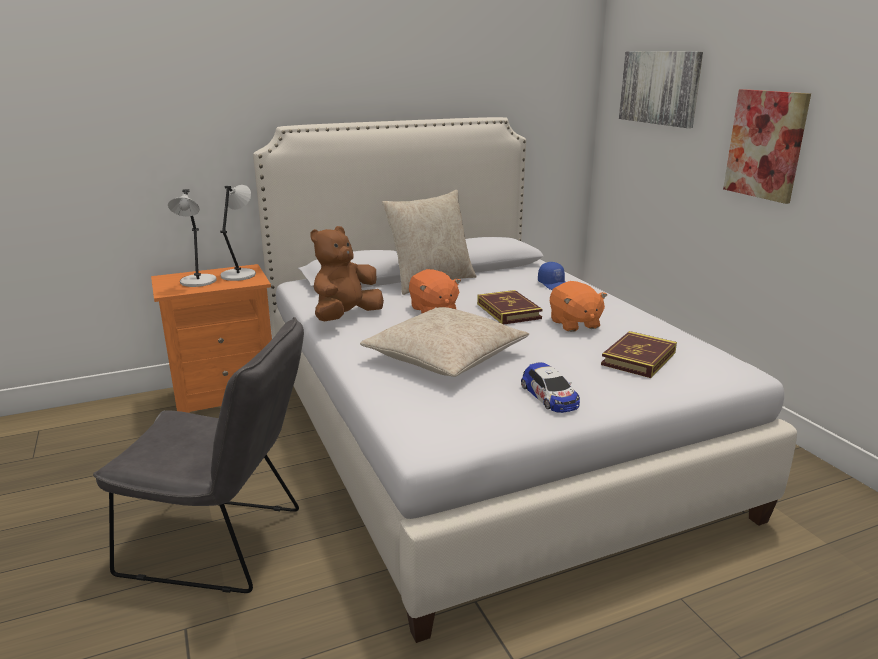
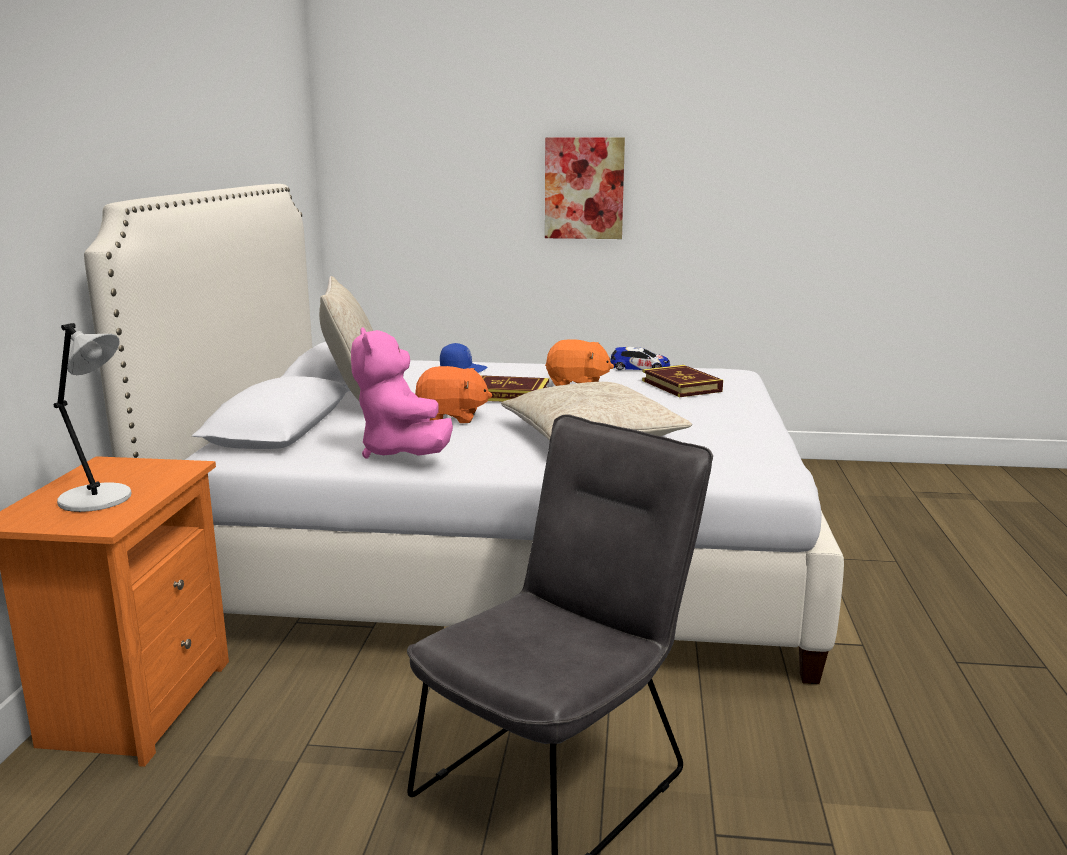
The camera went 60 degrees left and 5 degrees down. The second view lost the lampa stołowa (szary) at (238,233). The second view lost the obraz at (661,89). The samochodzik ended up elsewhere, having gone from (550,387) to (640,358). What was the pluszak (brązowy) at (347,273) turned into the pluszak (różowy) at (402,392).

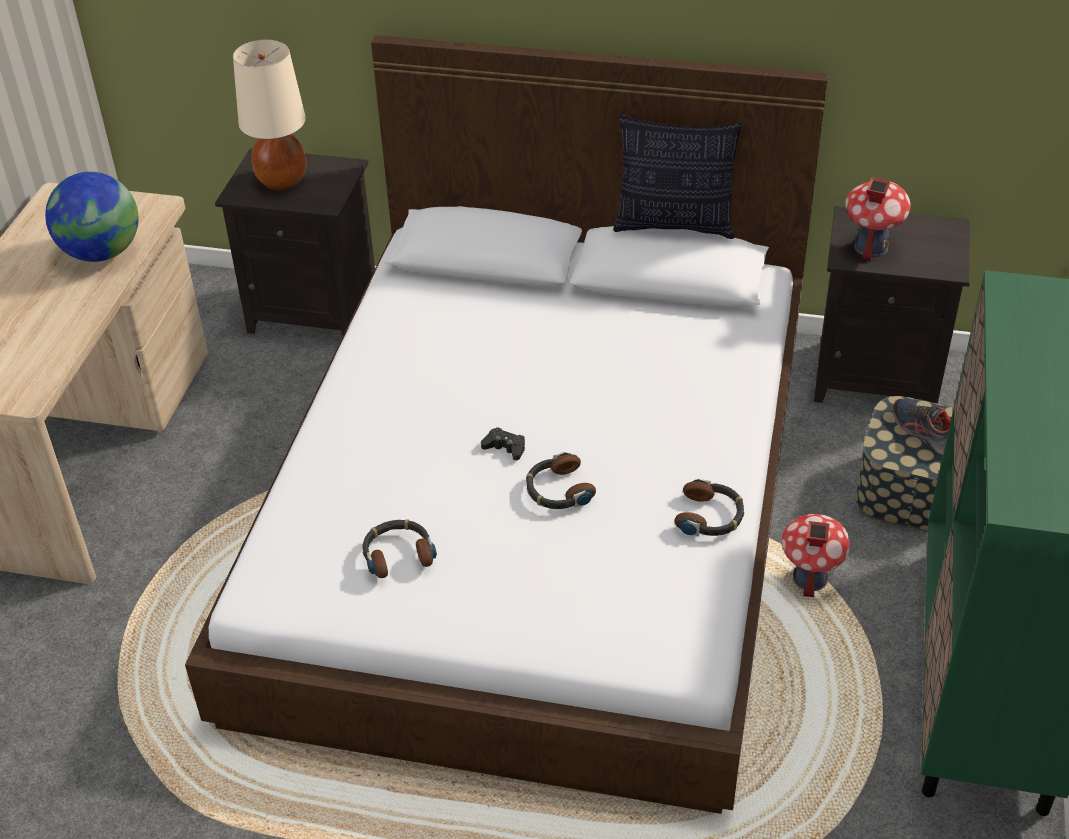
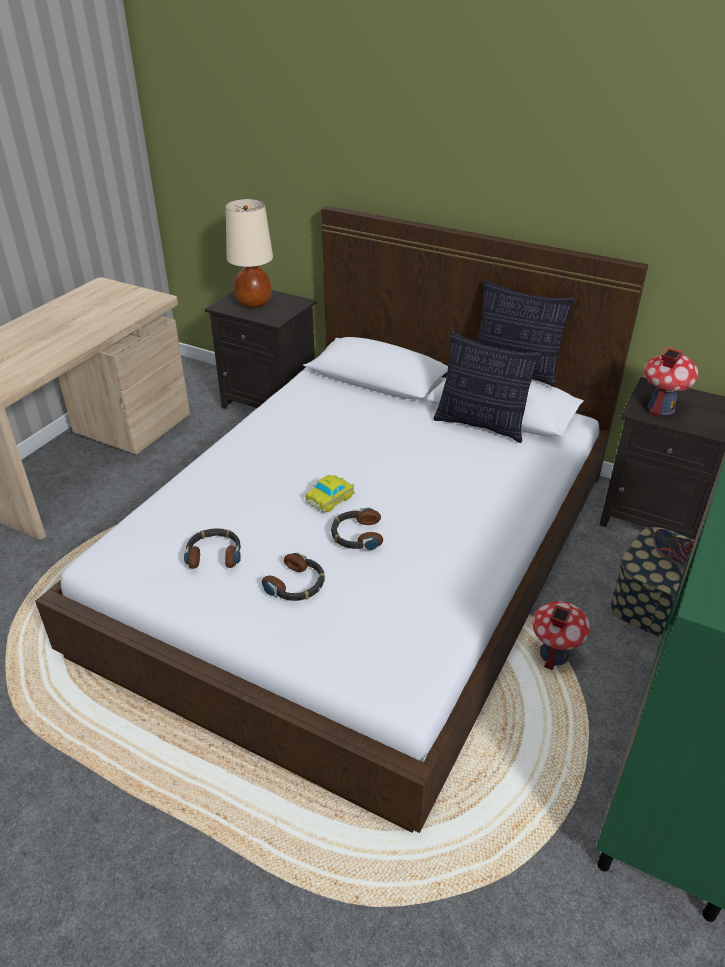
The camera went 15 degrees right and 5 degrees down. The second view lost the globus at (92,217). The second view gained the poduszka at (487,387). The słuchawki ended up elsewhere, having gone from (709,507) to (293,576). Where the pad do gier (czarny) stood at (503,443), the samochodzik came to stand at (330,494).

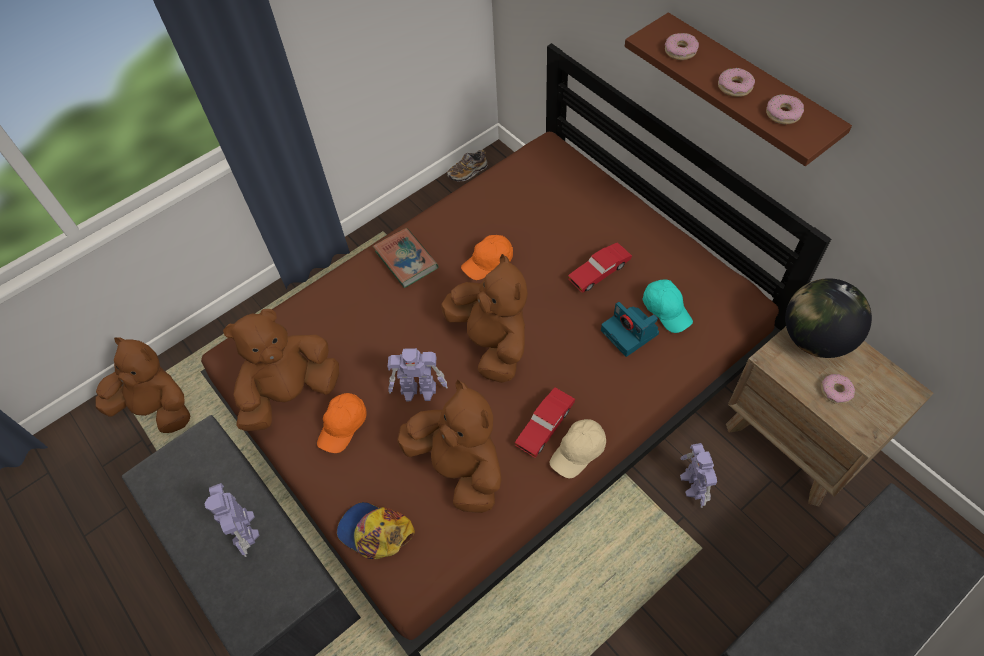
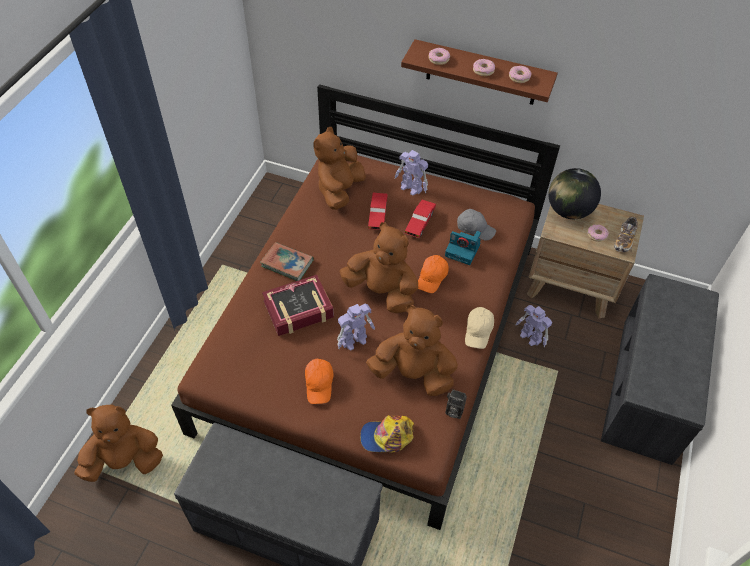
The camera went 35 degrees left and 5 degrees down. The second view gained the książka at (298,305). The second view gained the aparat fotograficzny at (456,404). The robot zabawkowy ended up elsewhere, having gone from (232,520) to (411,172). The pluszak (brązowy) ended up elsewhere, having gone from (281,370) to (340,168). The but ended up elsewhere, having gone from (467,166) to (626,234). The czapka z daszkiem (pomarańczowy) ended up elsewhere, having gone from (487,257) to (433,274). The samochodzik (czerwony) ended up elsewhere, having gone from (545,422) to (378,211). What was the czapka z daszkiem (turkusowy) at (667,306) turned into the czapka z daszkiem (szary) at (476,224).

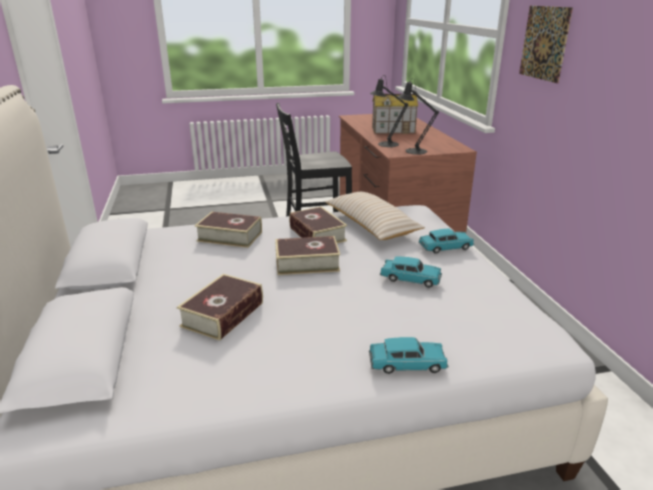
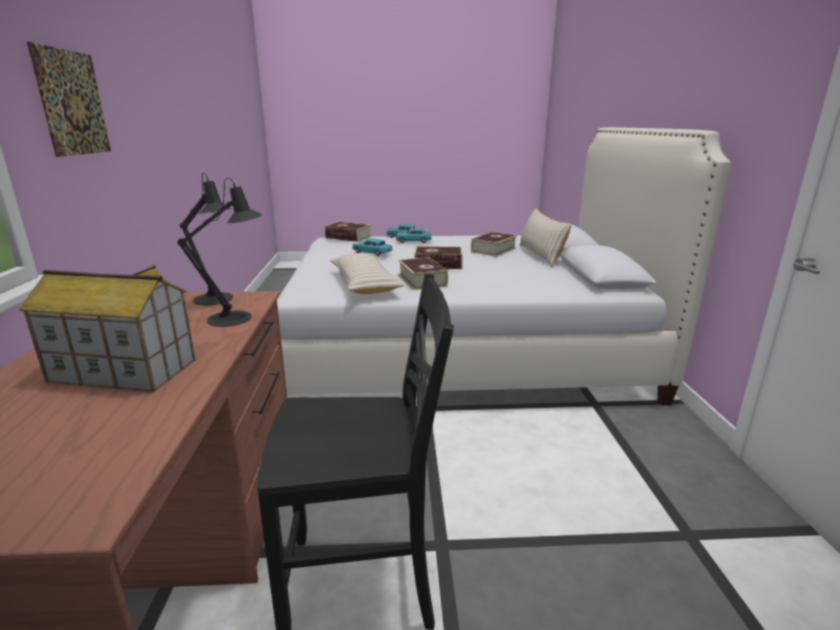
The camera went 170 degrees left and 5 degrees down. The second view gained the poduszka (beżowy) at (545,238). The książka ended up elsewhere, having gone from (228,230) to (348,232). The samochodzik (turkusowy) ended up elsewhere, having gone from (446,241) to (414,235).

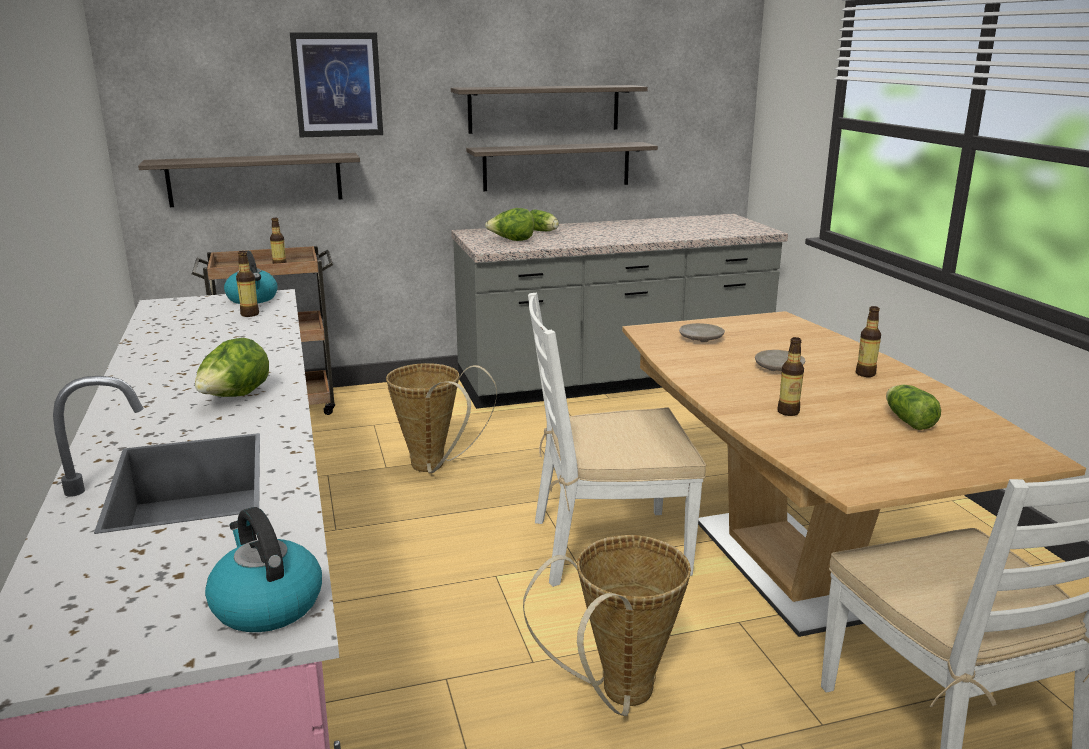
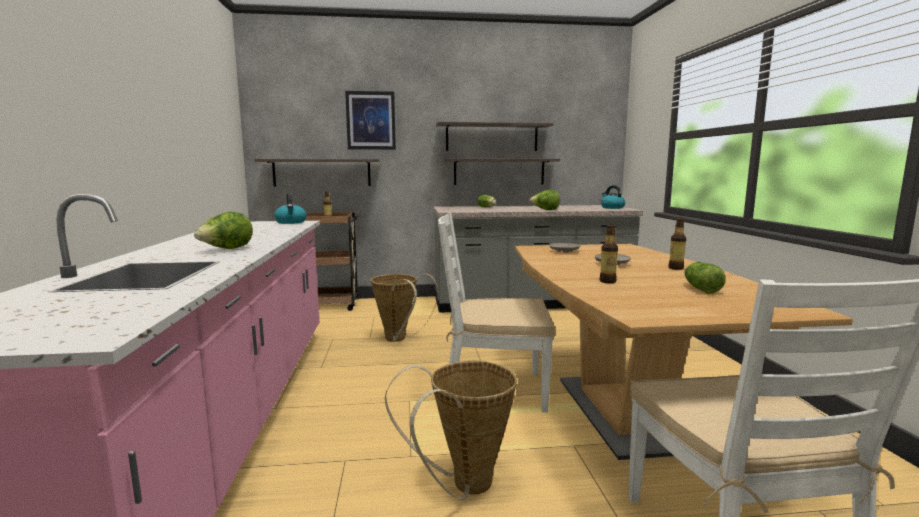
The camera went 10 degrees right and 10 degrees down. The second view lost the butelka at (247,284). The czajnik ended up elsewhere, having gone from (263,569) to (613,197). The sałata ended up elsewhere, having gone from (509,224) to (544,200).

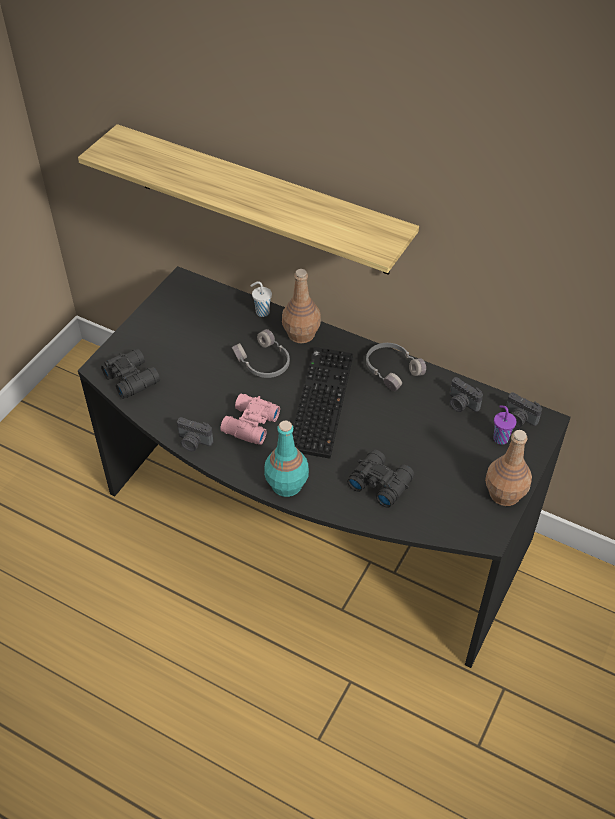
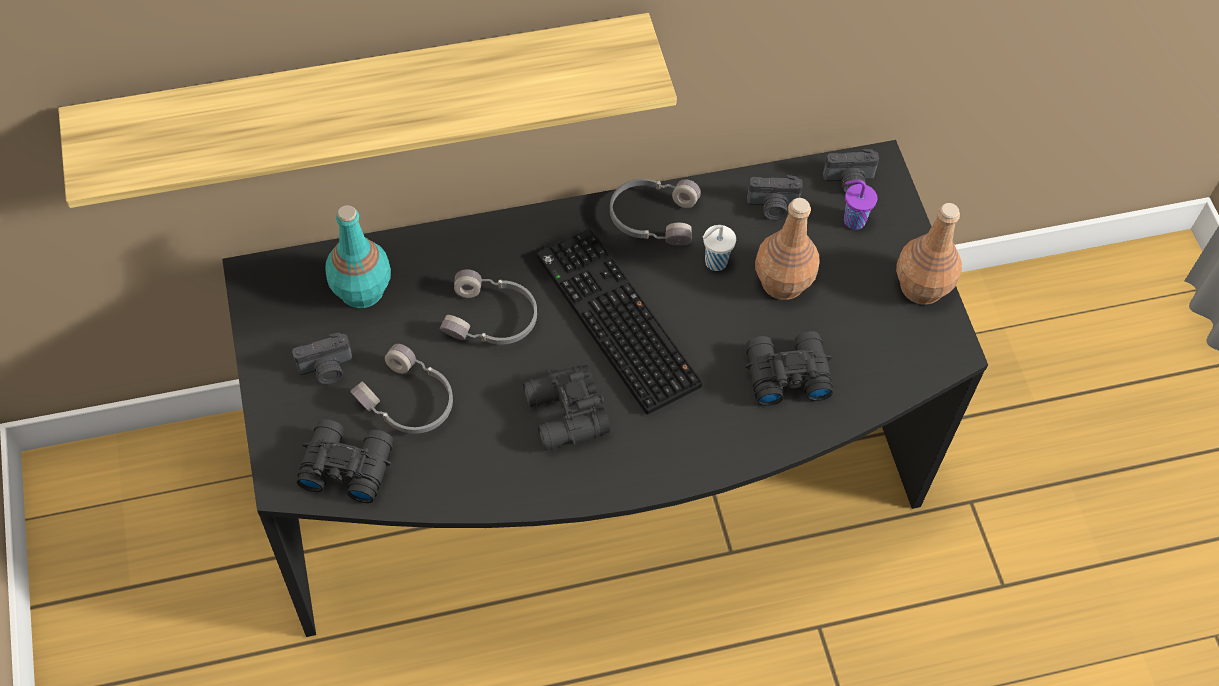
The camera went 45 degrees left and 10 degrees up. The second view gained the słuchawki (szary) at (401,389). The aparat fotograficzny ended up elsewhere, having gone from (195,434) to (322,359). The filiżanka (biały) ended up elsewhere, having gone from (261,299) to (719,248). The butelka (turkusowy) ended up elsewhere, having gone from (286,458) to (358,256). The butelka (brązowy) ended up elsewhere, having gone from (301,306) to (787,249). What was the lornetka (różowy) at (250,419) turned into the lornetka (czarny) at (566,408).

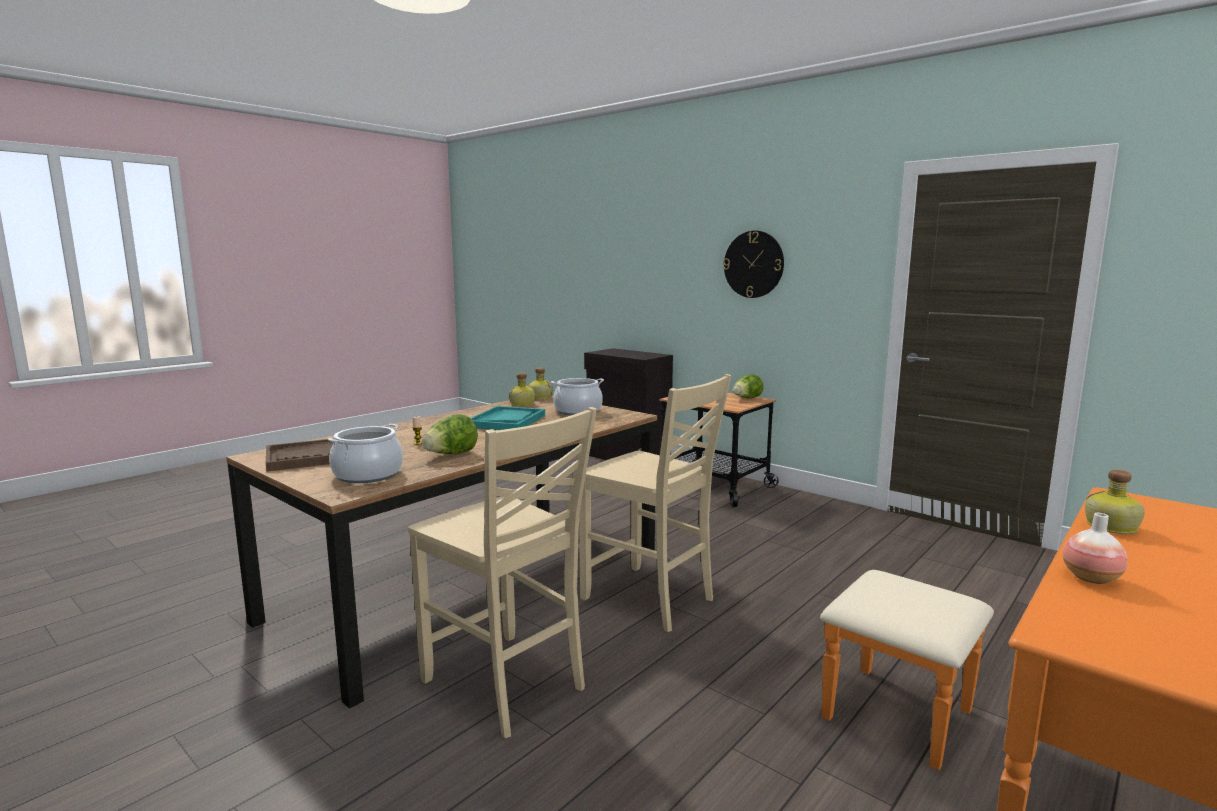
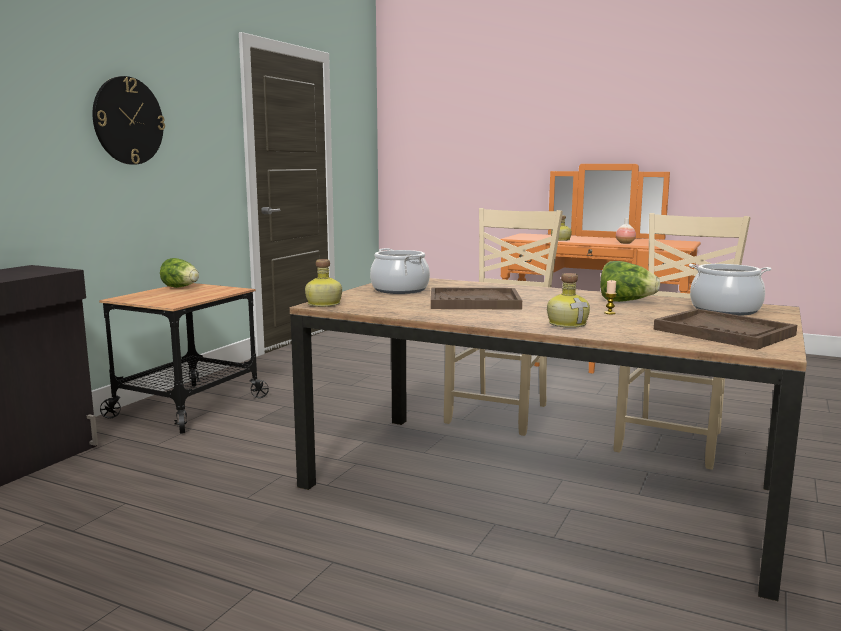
The camera went 105 degrees left and 0 degrees up. The butelka ended up elsewhere, having gone from (522,389) to (568,300). What was the taca (turkusowy) at (507,418) turned into the taca (brązowy) at (476,298).

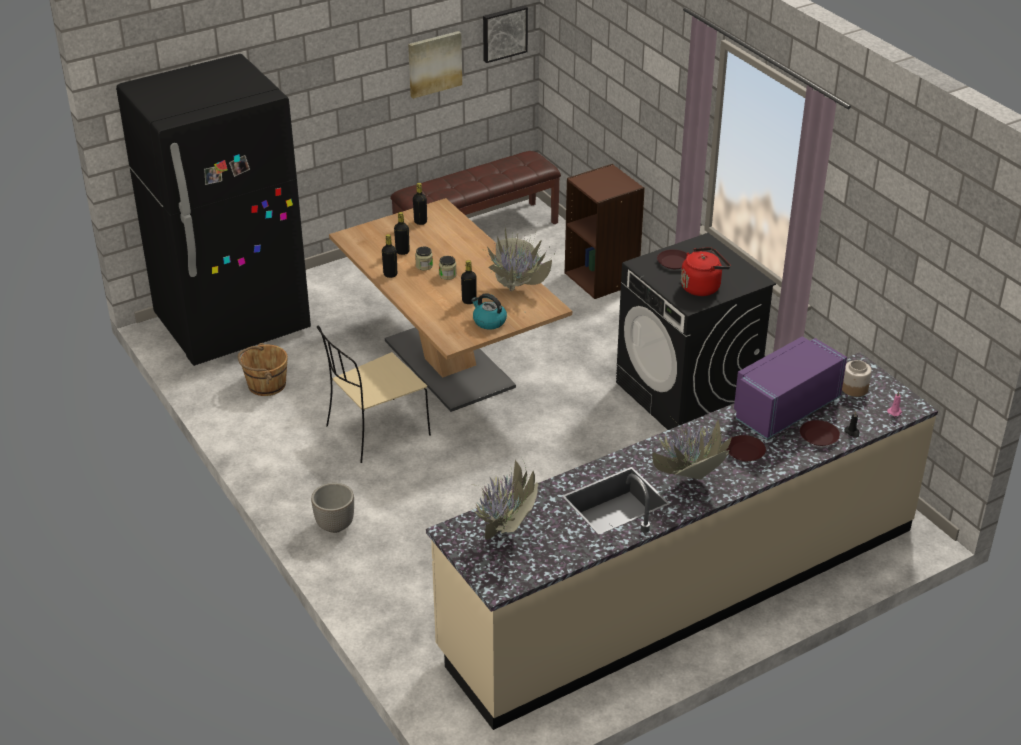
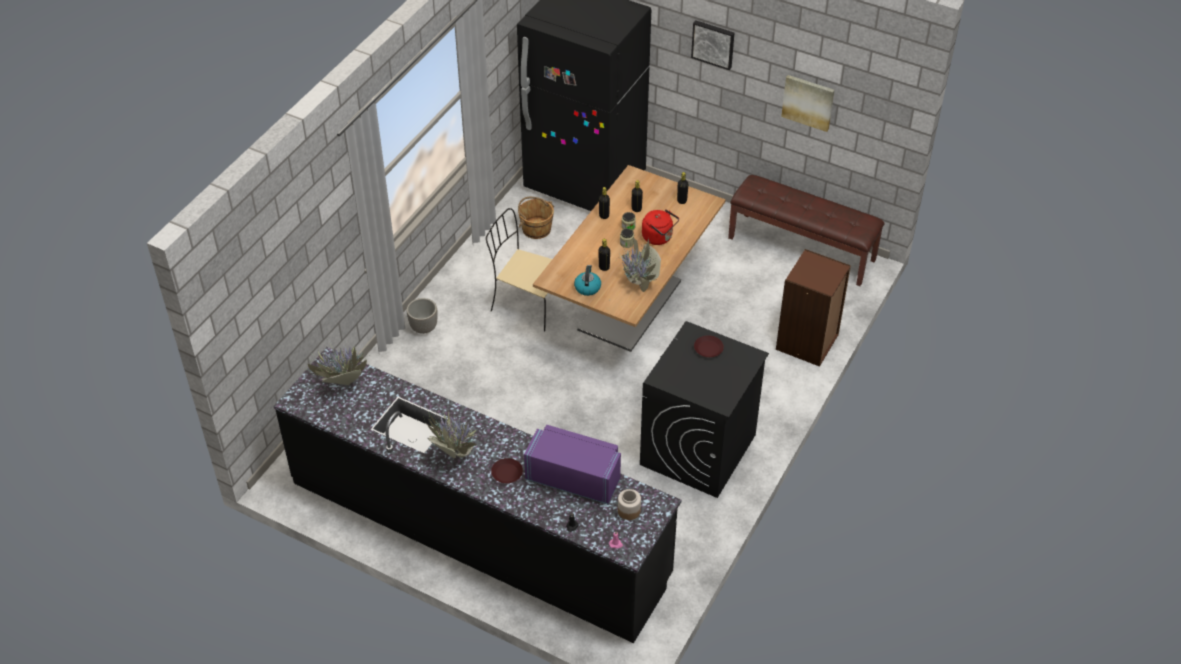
The camera went 60 degrees right and 10 degrees up. The second view lost the talerz (brązowy) at (820,433). The obraz ended up elsewhere, having gone from (505,34) to (712,45). The czajnik (czerwony) ended up elsewhere, having gone from (706,271) to (660,227). What was the zabudowa kuchenna (beżowy) at (682,541) turned into the zabudowa kuchenna (czarny) at (477,495).

